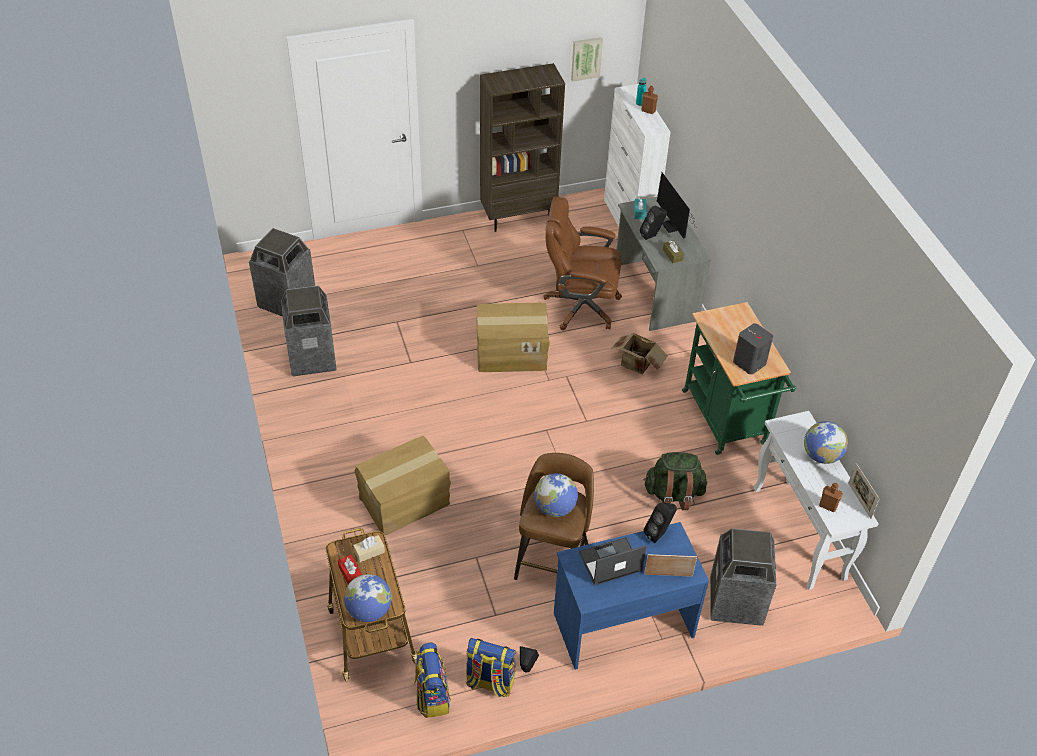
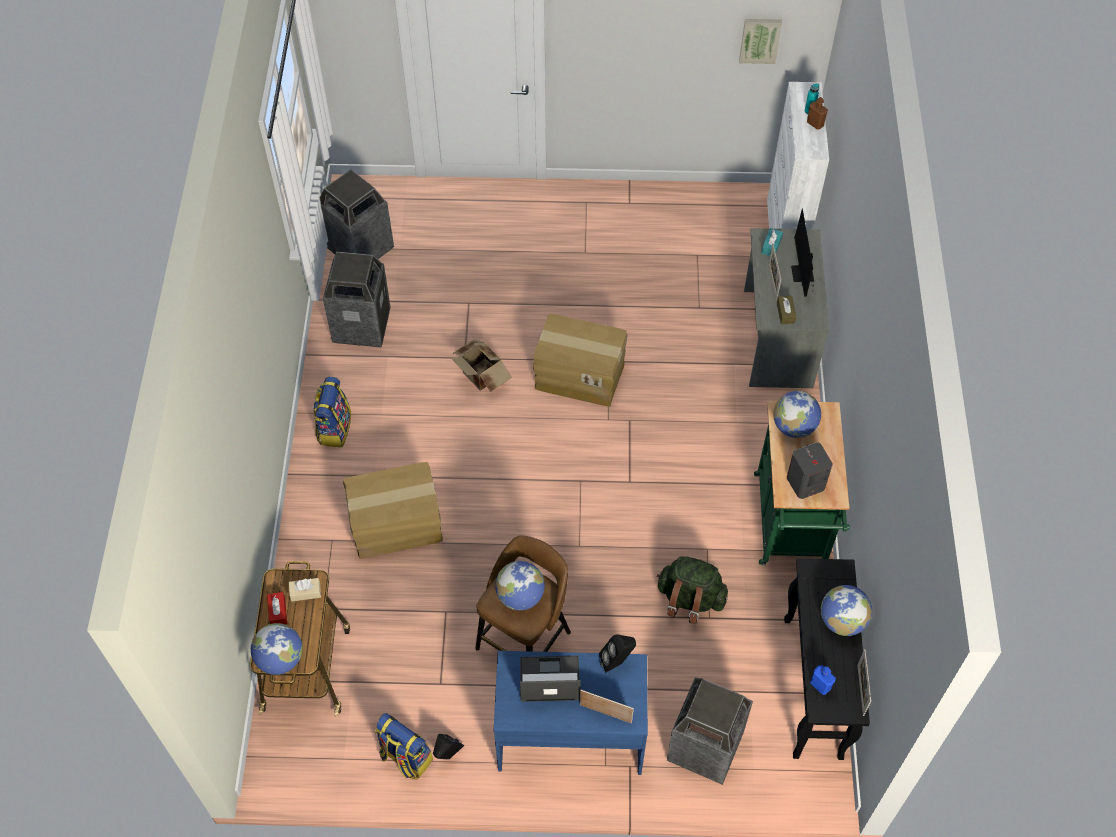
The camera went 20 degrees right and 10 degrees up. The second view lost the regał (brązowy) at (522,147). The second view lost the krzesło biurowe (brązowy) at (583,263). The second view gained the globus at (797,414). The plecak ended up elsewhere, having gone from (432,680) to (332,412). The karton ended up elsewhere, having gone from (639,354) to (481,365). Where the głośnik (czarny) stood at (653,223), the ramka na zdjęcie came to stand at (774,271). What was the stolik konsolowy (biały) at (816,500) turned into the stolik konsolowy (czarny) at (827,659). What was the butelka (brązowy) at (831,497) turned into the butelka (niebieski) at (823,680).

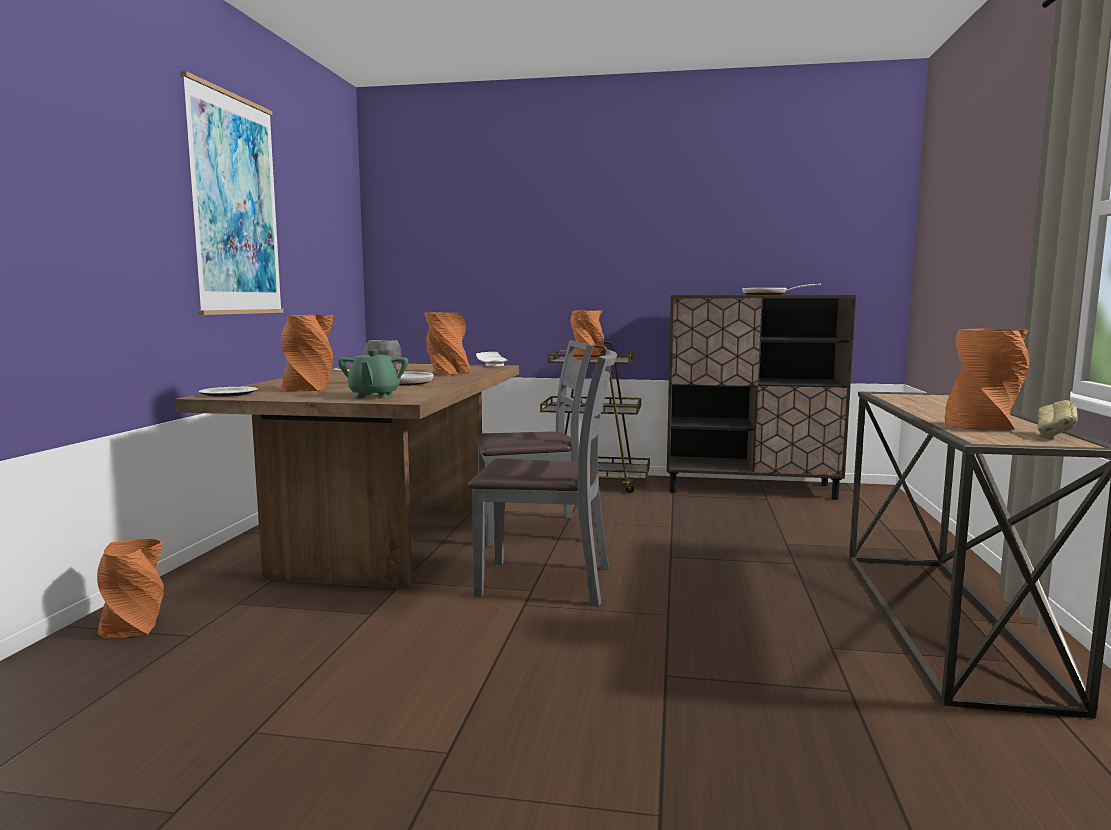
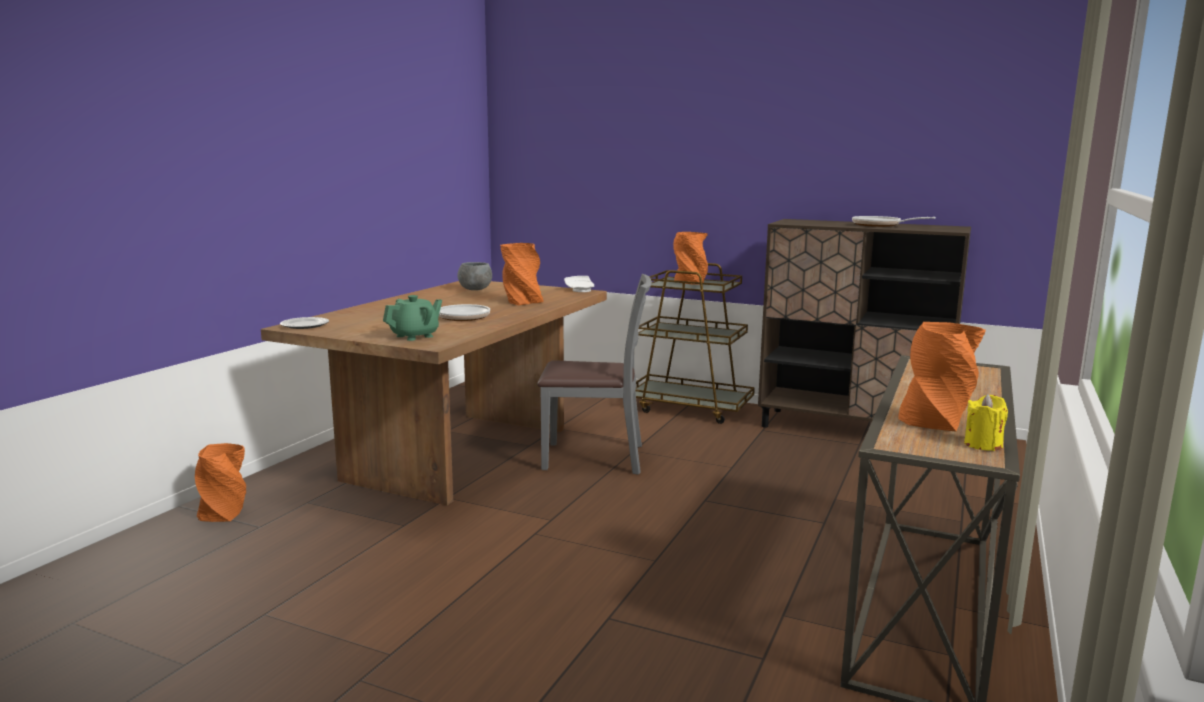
The camera went 15 degrees right and 5 degrees up. The second view lost the obraz at (232,193). The second view lost the wazon (pomarańczowy) at (306,353). The second view lost the krzesło (szary) at (542,478). Where the chleb stood at (1057,419), the świeca (żółty) came to stand at (986,422). The imbryk (zielony) at (373,373) ended up facing another way, 150 degrees counterclockwise from before.

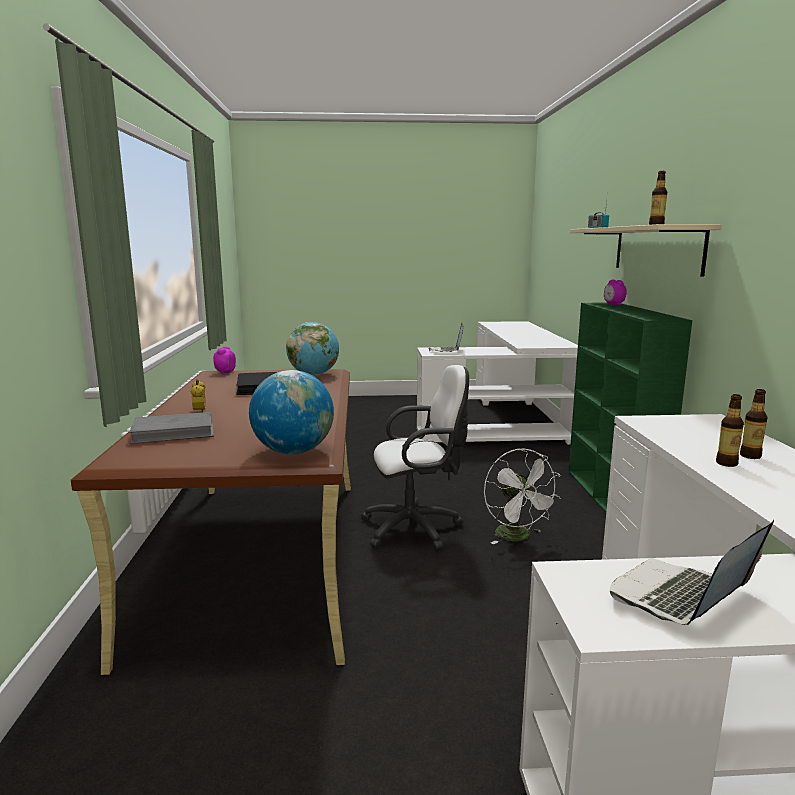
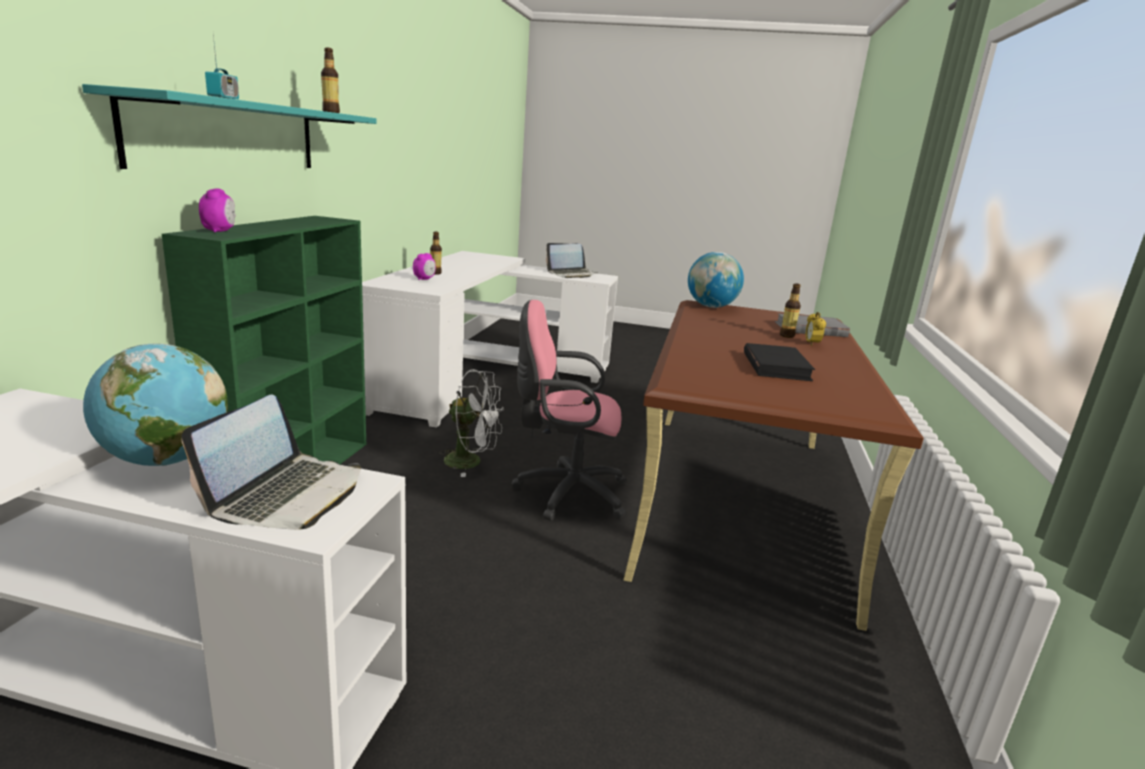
The camera went 165 degrees left and 5 degrees up. The budzik ended up elsewhere, having gone from (224,360) to (424,266). The globus ended up elsewhere, having gone from (312,349) to (155,405). The butelka ended up elsewhere, having gone from (730,430) to (790,310). What was the krzesło biurowe (biały) at (415,458) turned into the krzesło biurowe (różowy) at (569,410). What was the półka (beżowy) at (645,250) turned into the półka (turkusowy) at (229,126). The wentylator (biały) at (522,496) ended up facing another way, 105 degrees clockwise from before.

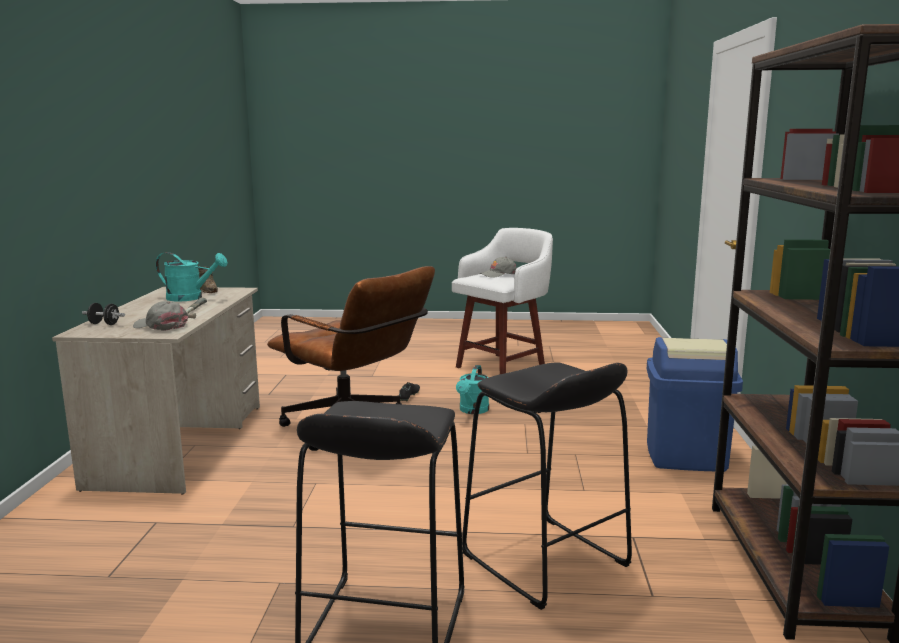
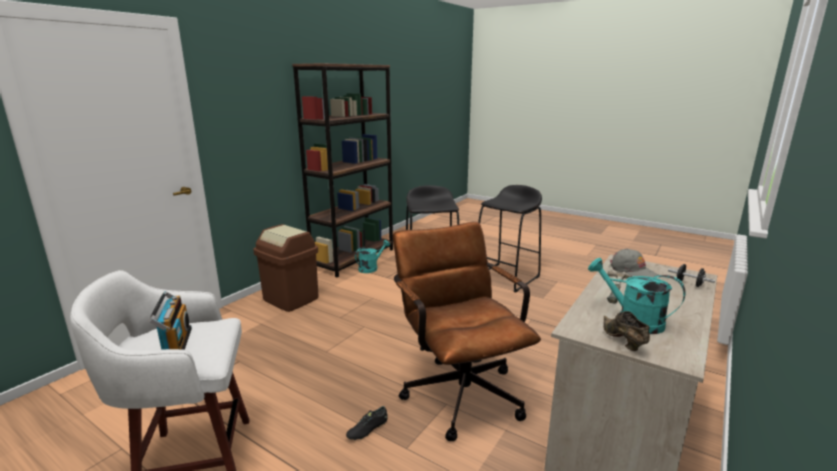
The camera went 150 degrees left and 5 degrees up. The konewka (turkusowy) ended up elsewhere, having gone from (472,389) to (372,256). Where the czapka z daszkiem (szary) stood at (498,267), the radio came to stand at (170,320). What was the kosz na śmieci (niebieski) at (695,404) turned into the kosz na śmieci (brązowy) at (286,268).

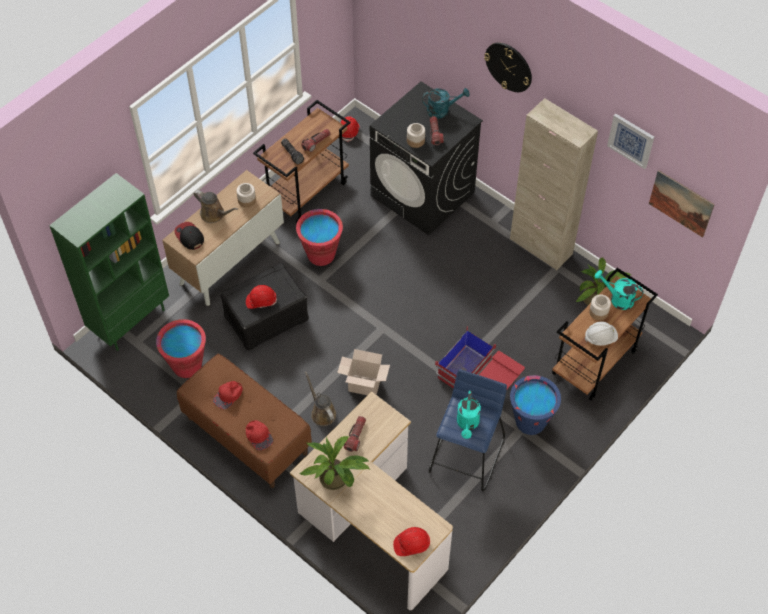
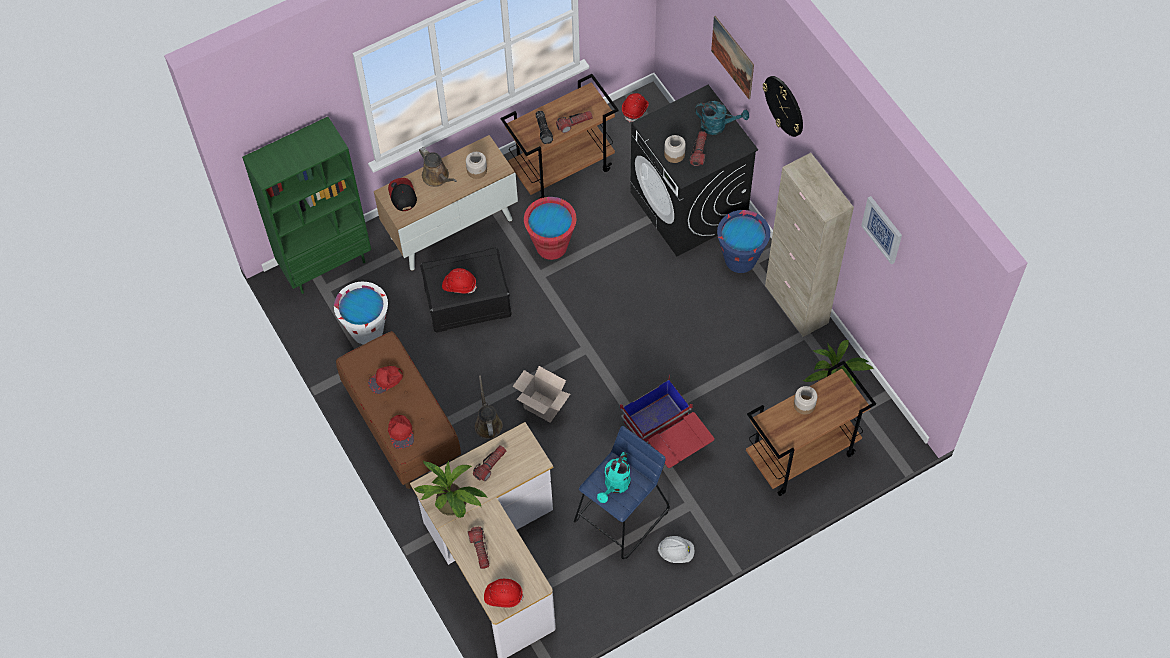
The camera went 20 degrees right and 5 degrees up. The second view lost the konewka (turkusowy) at (619,290). The second view gained the latarka at (479,548). The wiadro (niebieski) ended up elsewhere, having gone from (535,405) to (743,241). The kask (biały) ended up elsewhere, having gone from (601,333) to (676,549). The obraz ended up elsewhere, having gone from (682,204) to (732,57). What was the wiadro (czerwony) at (181,348) turned into the wiadro (biały) at (361,313).

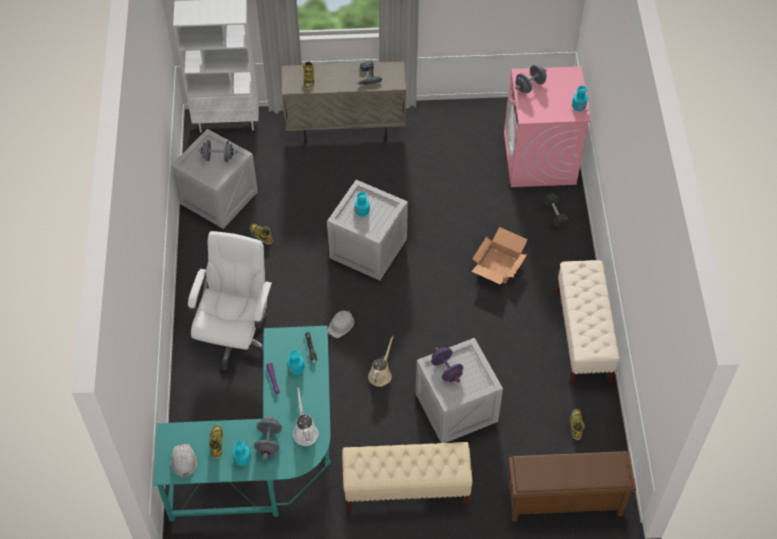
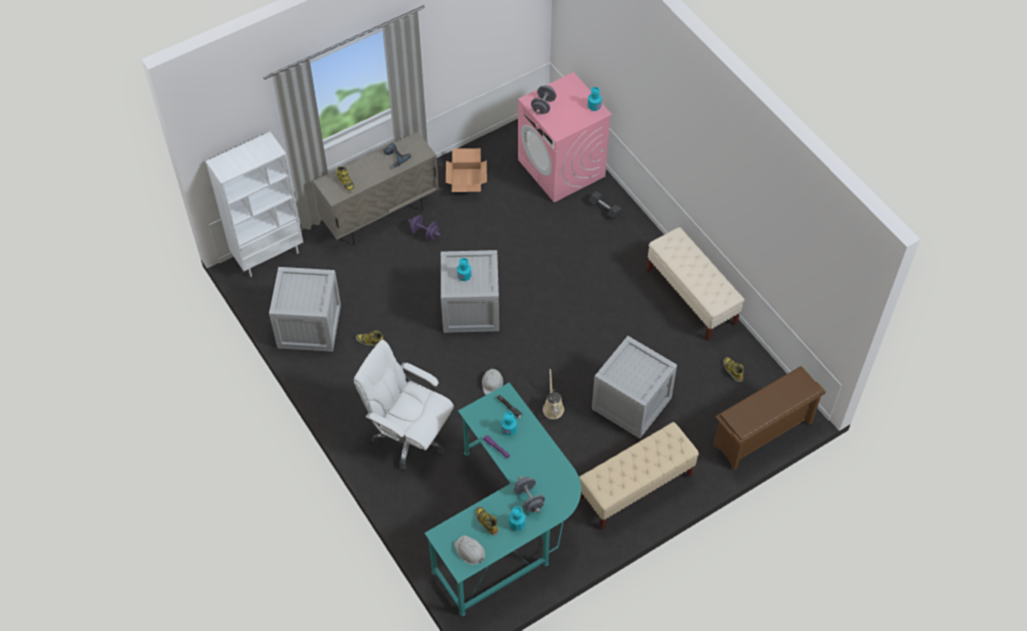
The camera went 30 degrees left and 0 degrees up. The second view lost the hantel (szary) at (217,151). The second view lost the konewka (biały) at (306,416). The hantel (fioletowy) ended up elsewhere, having gone from (447,365) to (424,228). The karton ended up elsewhere, having gone from (499,256) to (466,170). The krzesło biurowe (biały) at (230,300) ended up facing another way, 45 degrees counterclockwise from before.

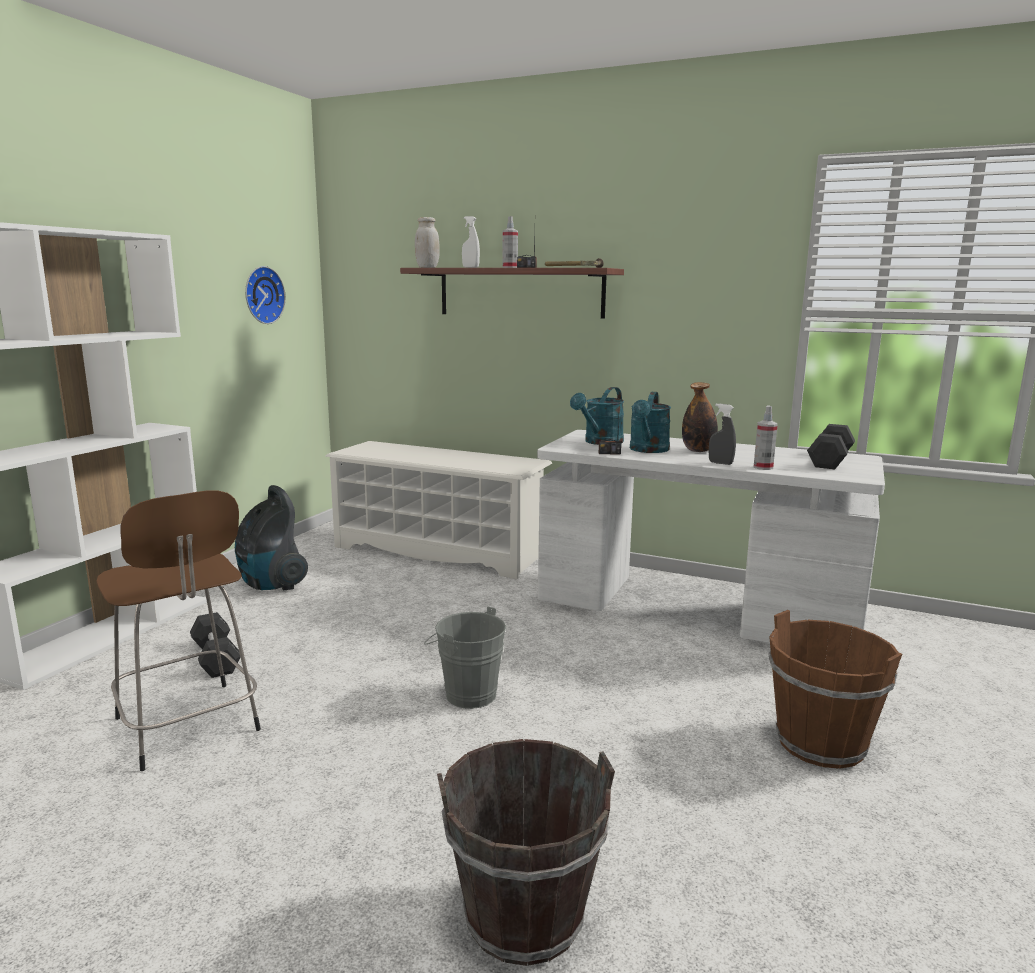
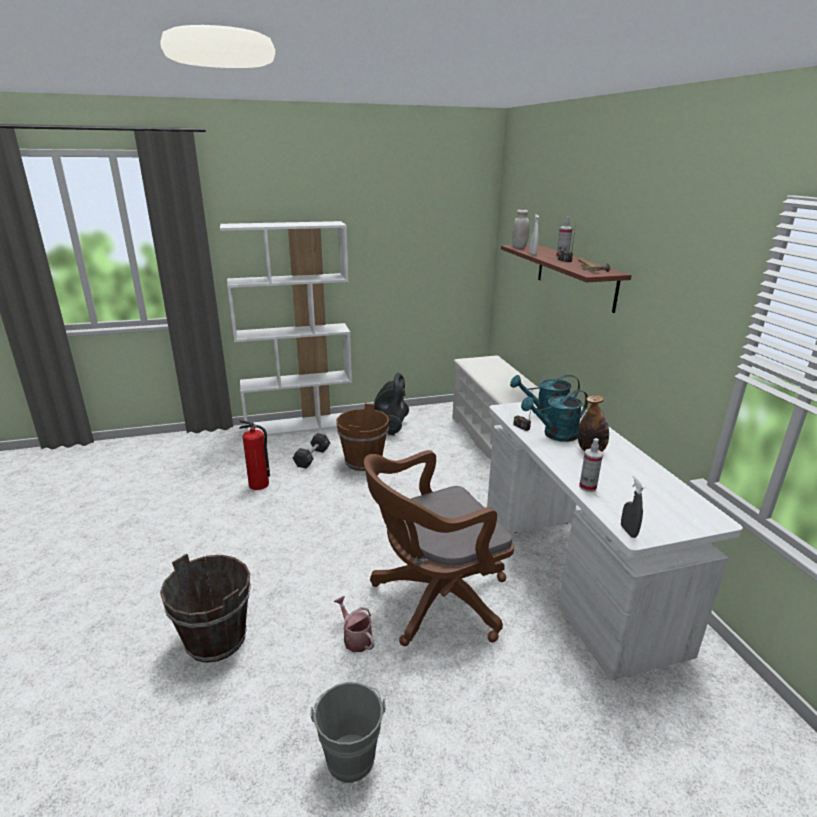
The camera went 50 degrees right and 10 degrees up. The second view lost the zegar ścienny at (265,295). The second view lost the hantel (czarny) at (831,446). The second view gained the konewka at (354,624). The second view gained the krzesło biurowe (brązowy) at (439,548). The wiadro (szary) ended up elsewhere, having gone from (465,658) to (348,732). The spryskiwacz (szary) ended up elsewhere, having gone from (722,434) to (633,506). The wiadro (brązowy) ended up elsewhere, having gone from (835,689) to (362,437). Where the stołek (brązowy) stood at (178,631), the gaśnica came to stand at (254,455).

